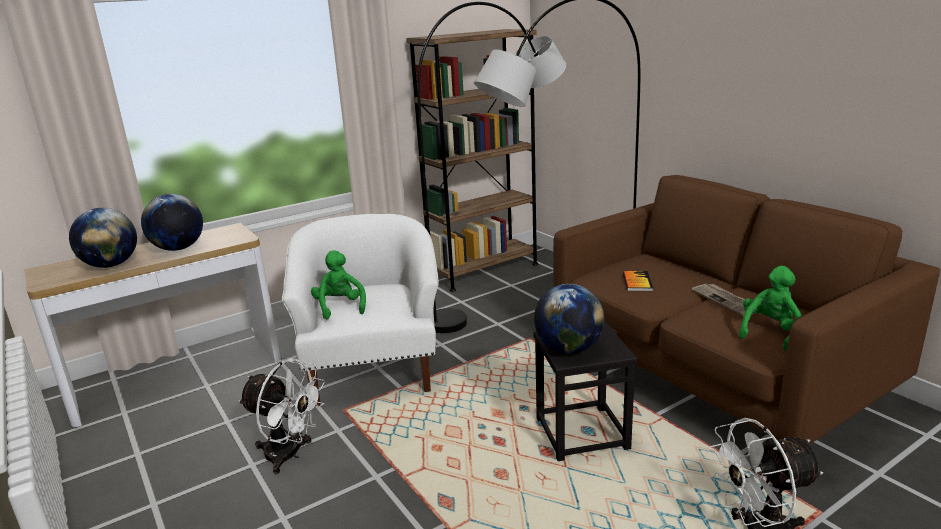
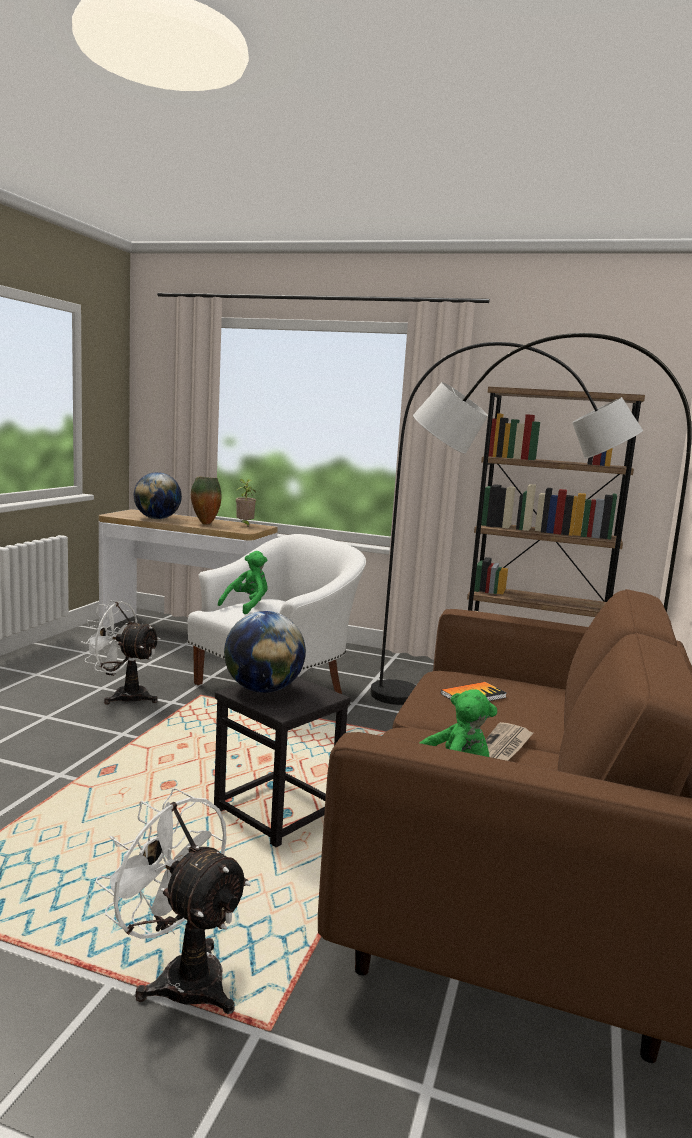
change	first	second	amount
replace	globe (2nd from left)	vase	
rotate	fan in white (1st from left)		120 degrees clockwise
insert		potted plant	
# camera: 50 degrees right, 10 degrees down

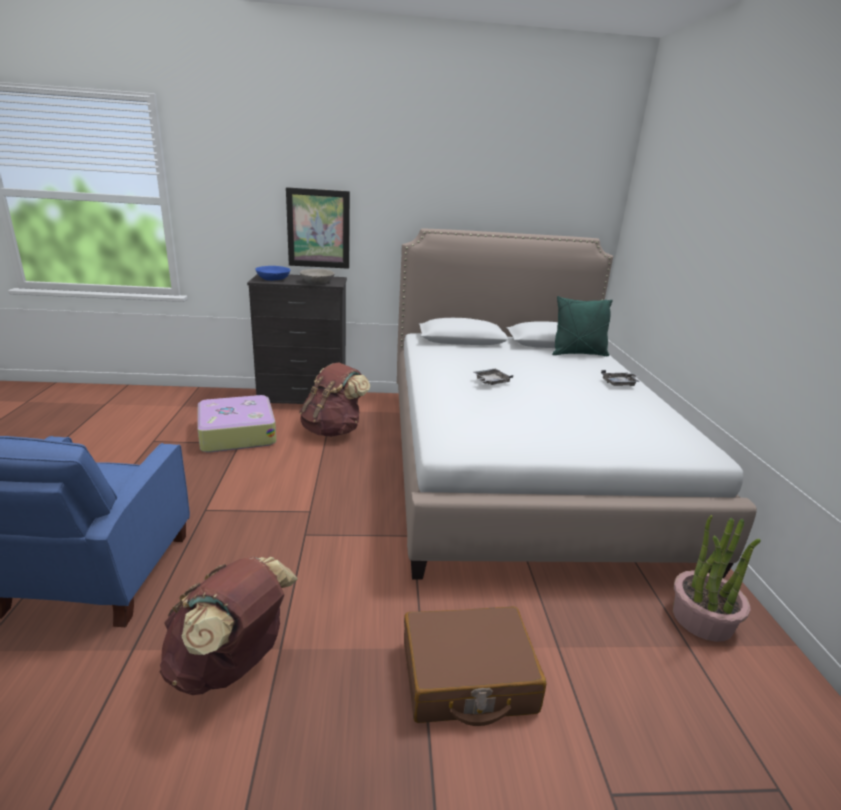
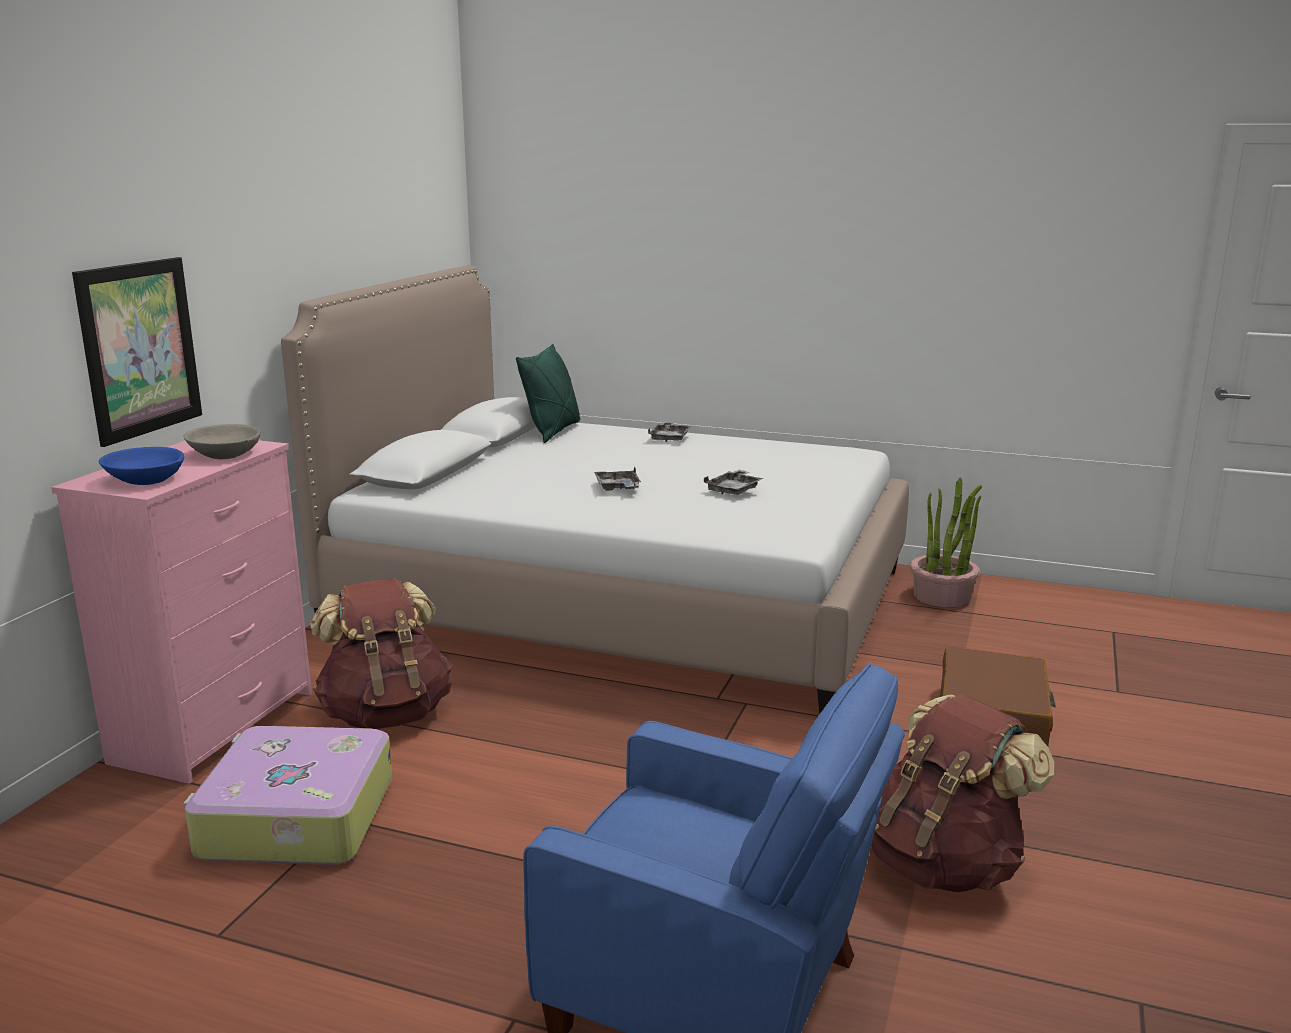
change	first	second	amount
recolor	dresser in black	dresser in pink	
insert		tray in grey (3rd from left)	
# camera: 65 degrees left, 5 degrees down

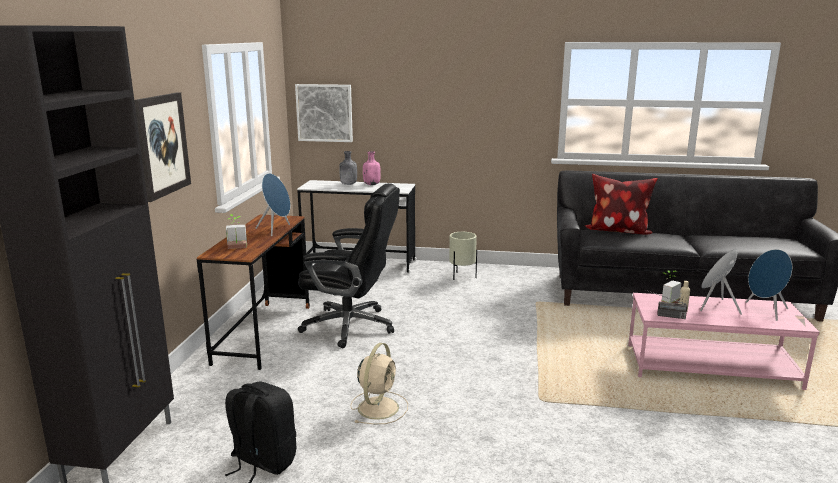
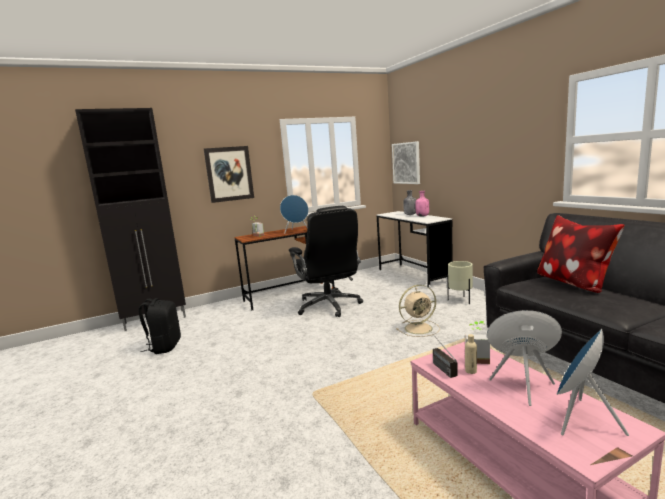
change	first	second	amount
move	fan in beige		
# camera: 55 degrees right, 5 degrees down

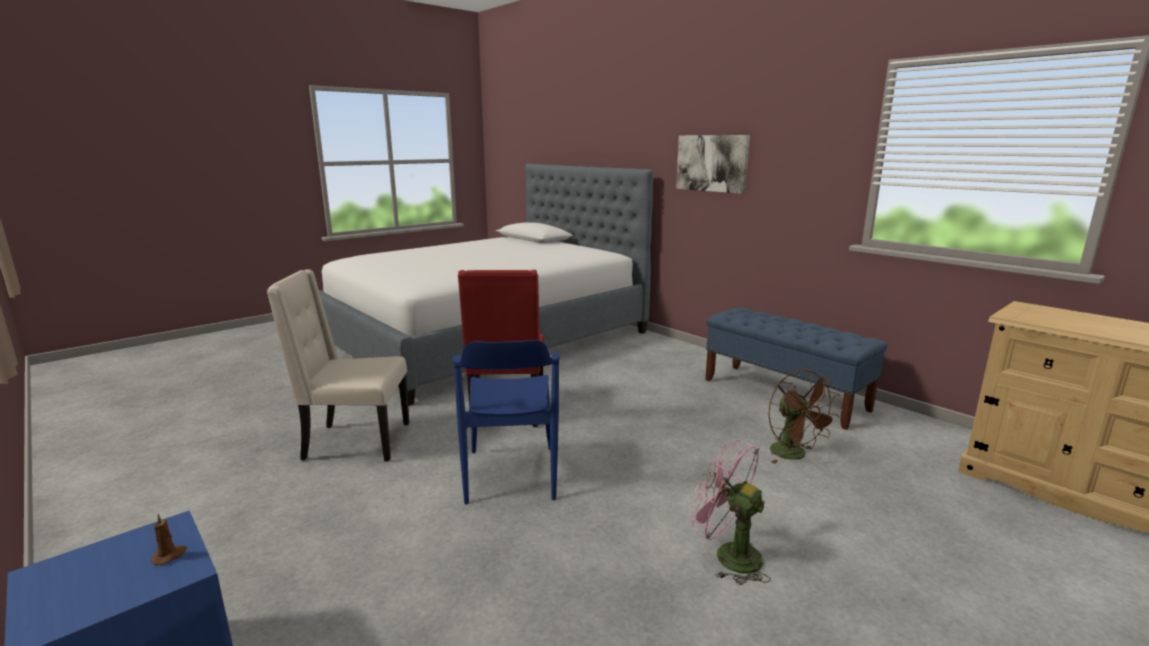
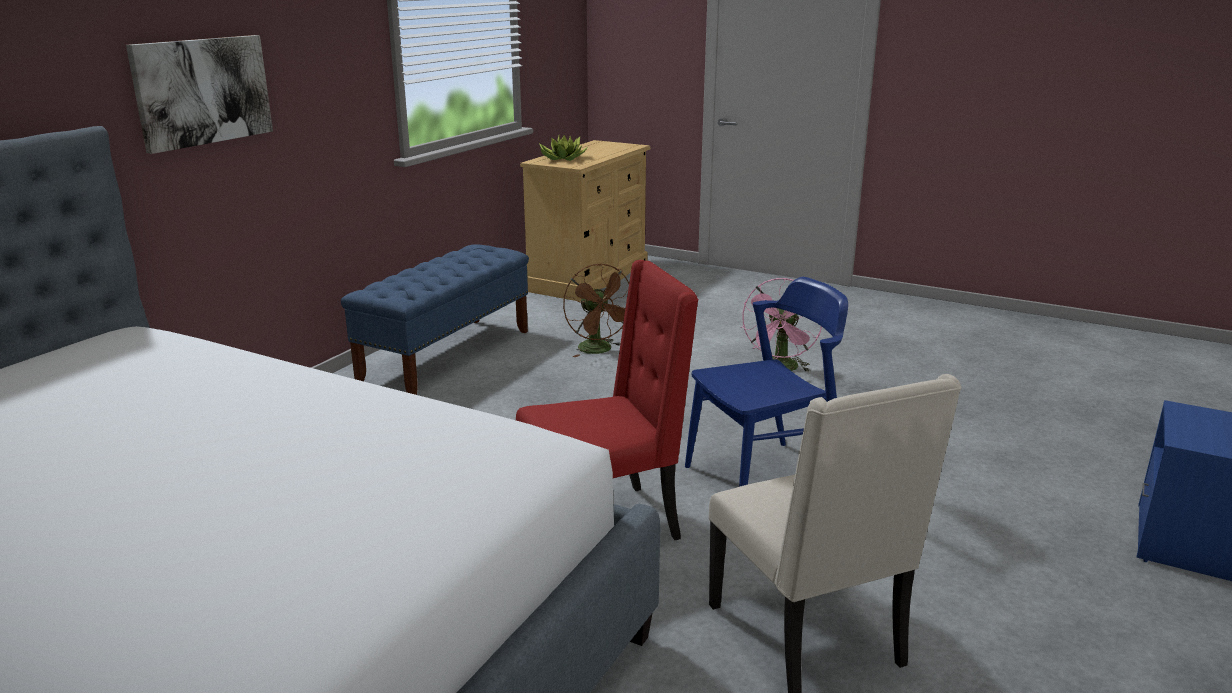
change	first	second	amount
delete	candle in brown		
rotate	fan in brown		105 degrees clockwise
insert		potted plant	
# camera: 110 degrees left, 5 degrees up

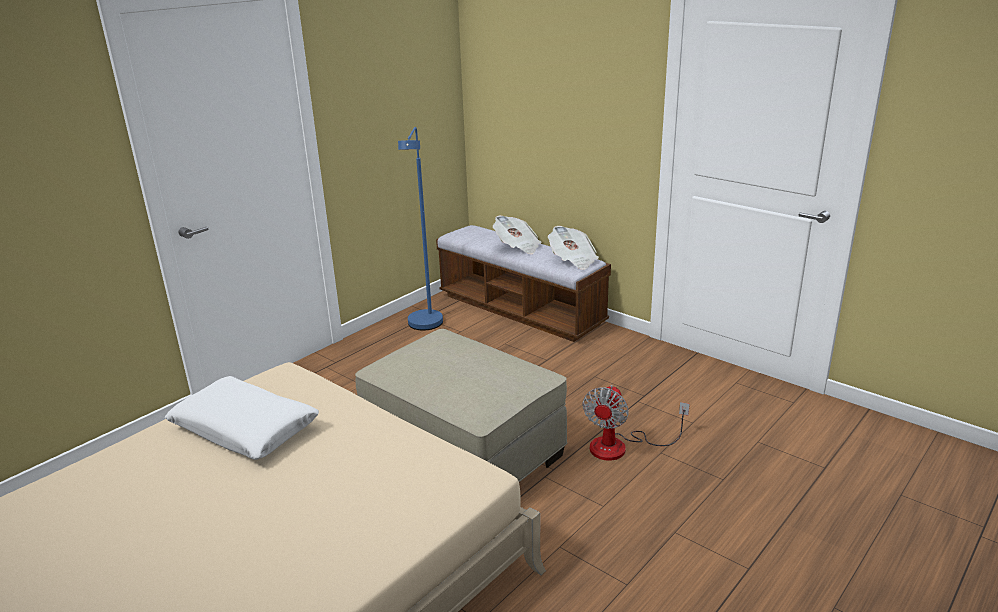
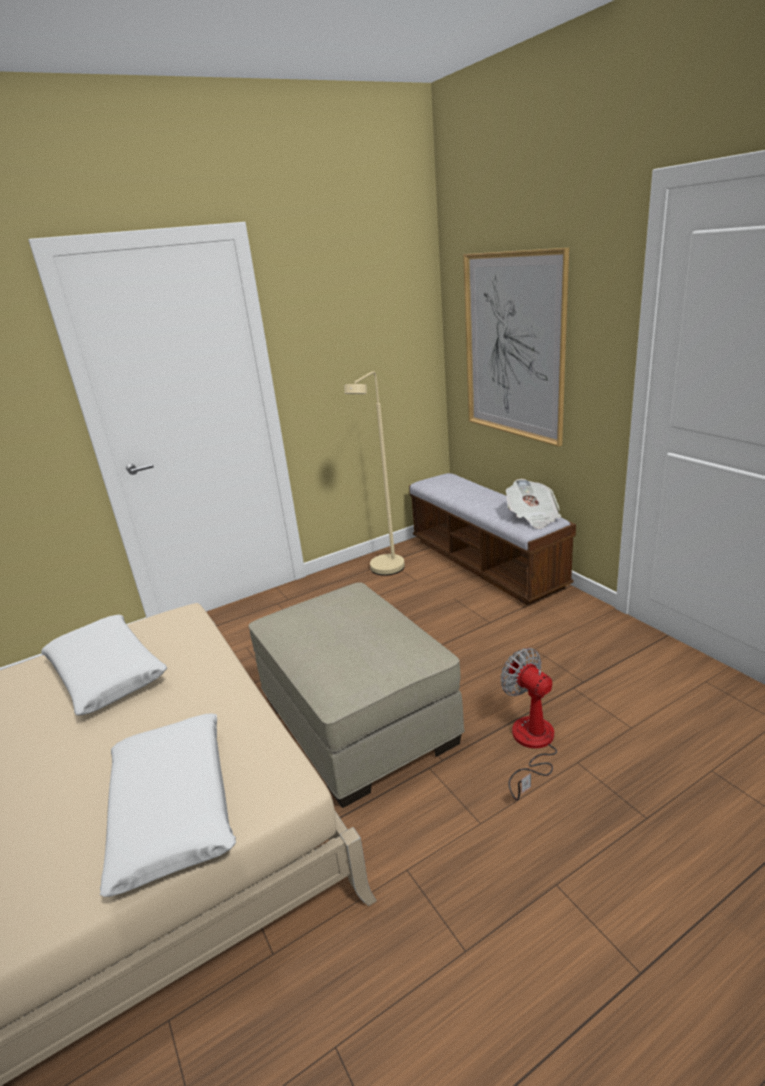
change	first	second	amount
recolor	floor lamp in blue	floor lamp in beige	
delete	newspaper (1st from left)		
rotate	fan		105 degrees clockwise
insert		pillow in white (2nd from left)	
insert		picture	
# camera: 20 degrees right, 0 degrees up

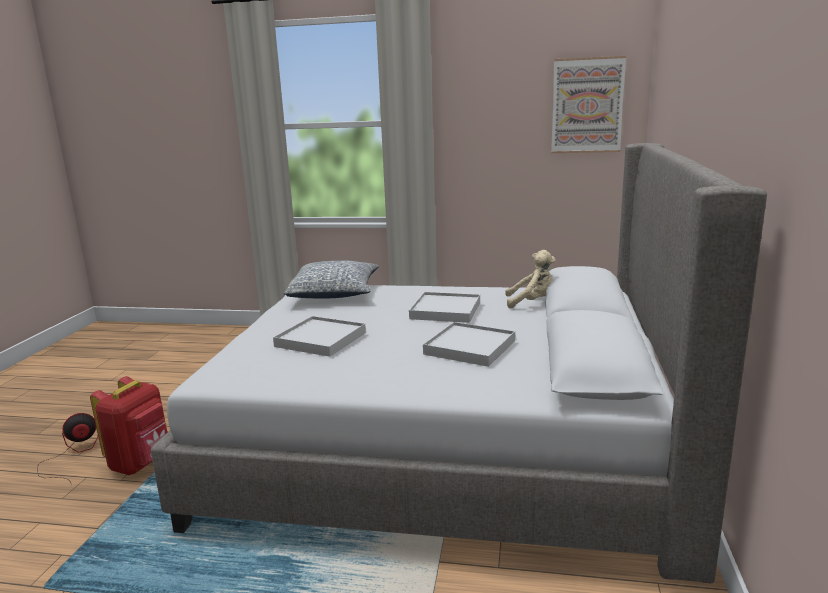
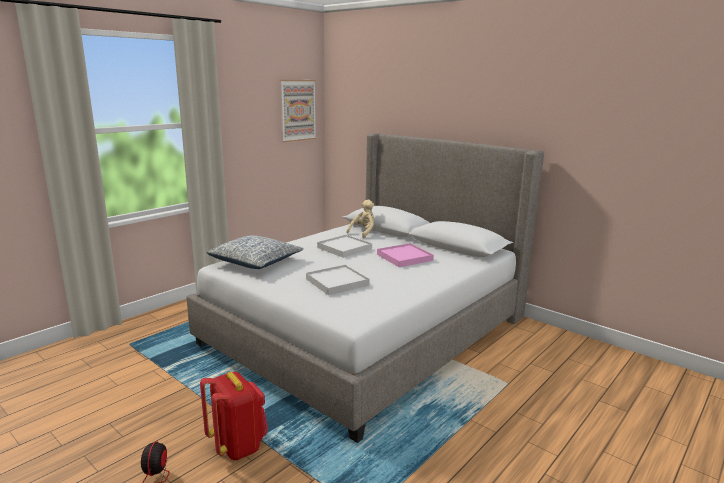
change	first	second	amount
recolor	tray in white (3rd from left)	tray in pink	
# camera: 60 degrees left, 0 degrees up

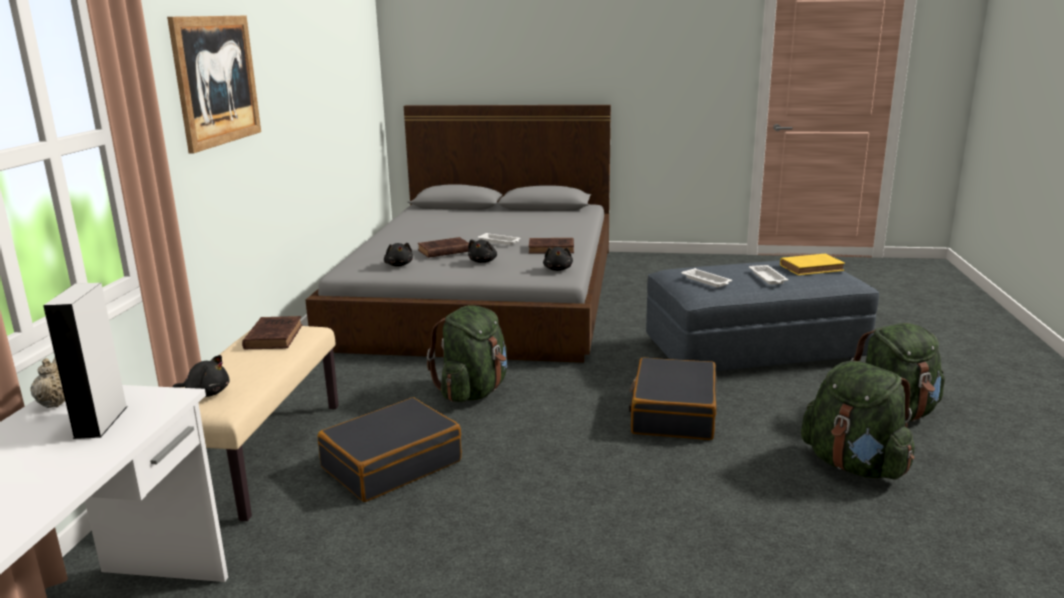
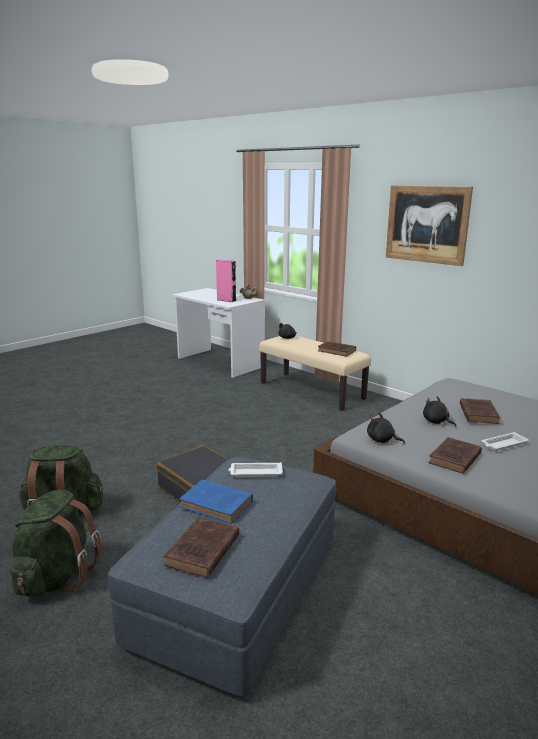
change	first	second	amount
recolor	speaker in grey	speaker in pink	
delete	suitcase in black (1st from left)		
delete	plush toy in black (2nd from left)		
delete	backpack in green (1st from left)		
replace	tray in white (3rd from left)	book in blue	
recolor	book in yellow	book in brown (1st from left)	
# camera: 125 degrees right, 0 degrees up

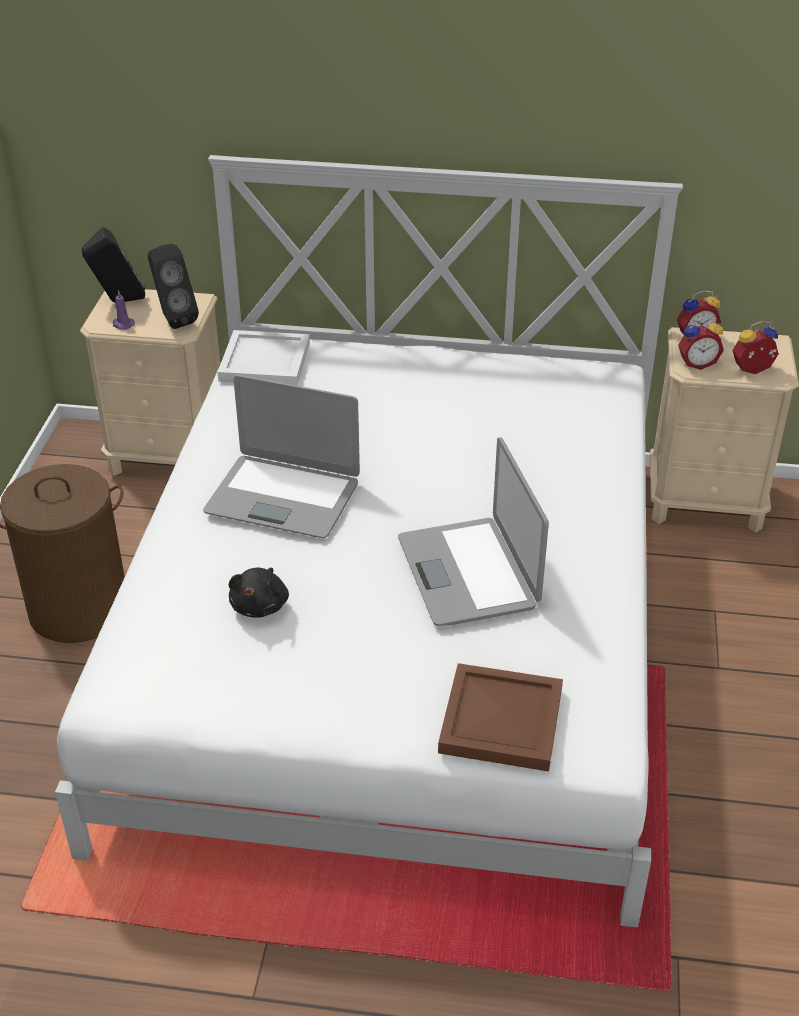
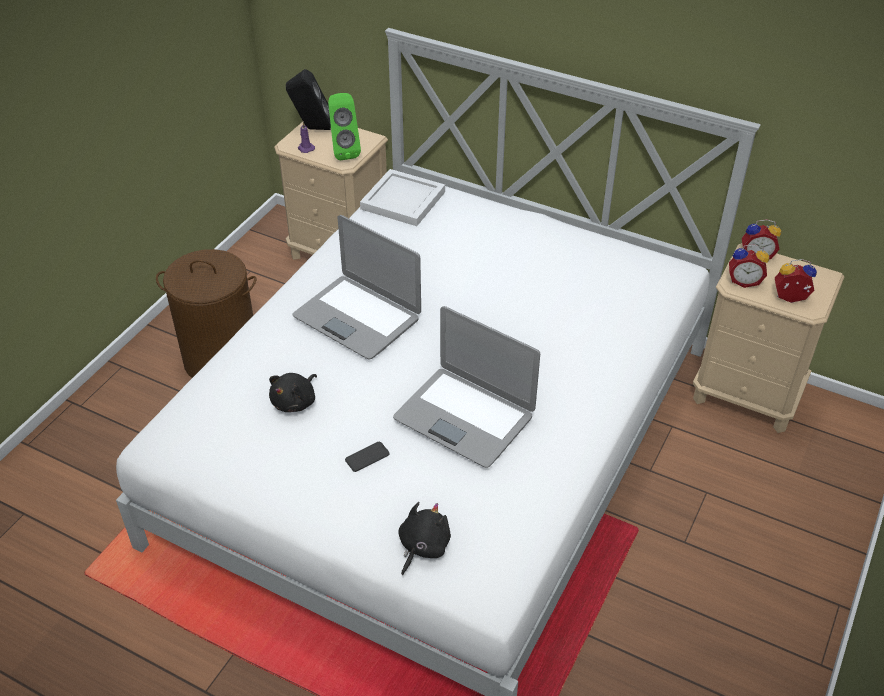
change	first	second	amount
recolor	speaker in black (2nd from left)	speaker in green	
rotate	laptop (2nd from left)		60 degrees counterclockwise
replace	tray in brown	plush toy in black (2nd from left)	
insert		phone	
# camera: 20 degrees right, 5 degrees up

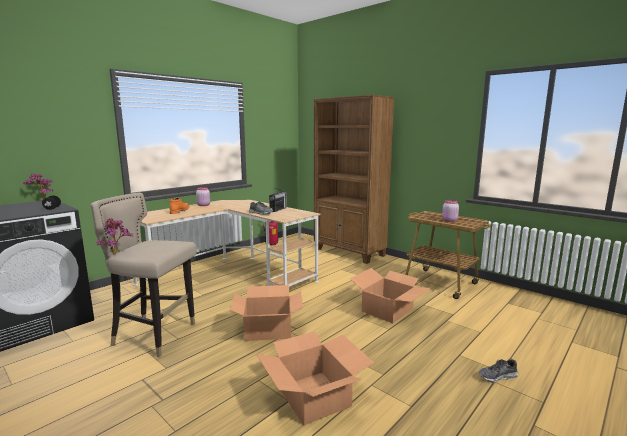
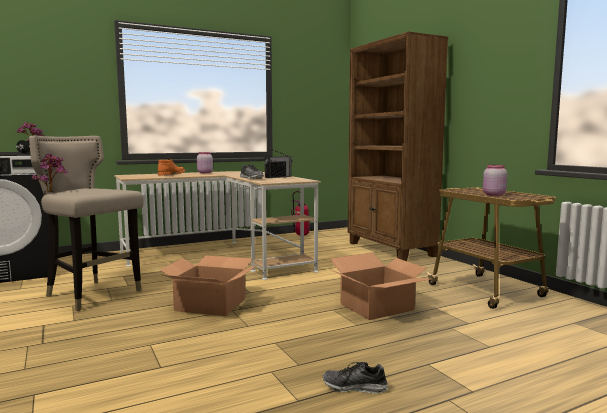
change	first	second	amount
delete	cardboard box (2nd from left)		
move	shoe (2nd from left)		
# camera: 20 degrees right, 5 degrees down

